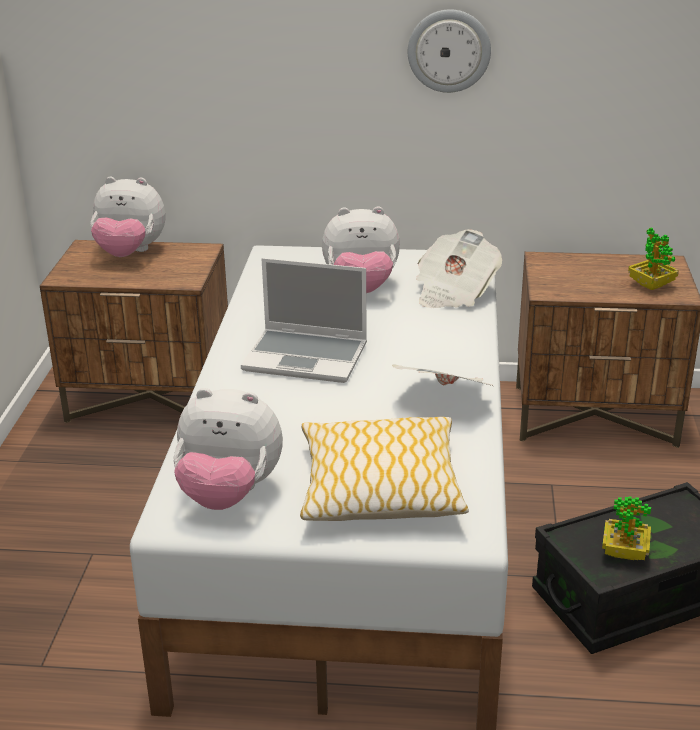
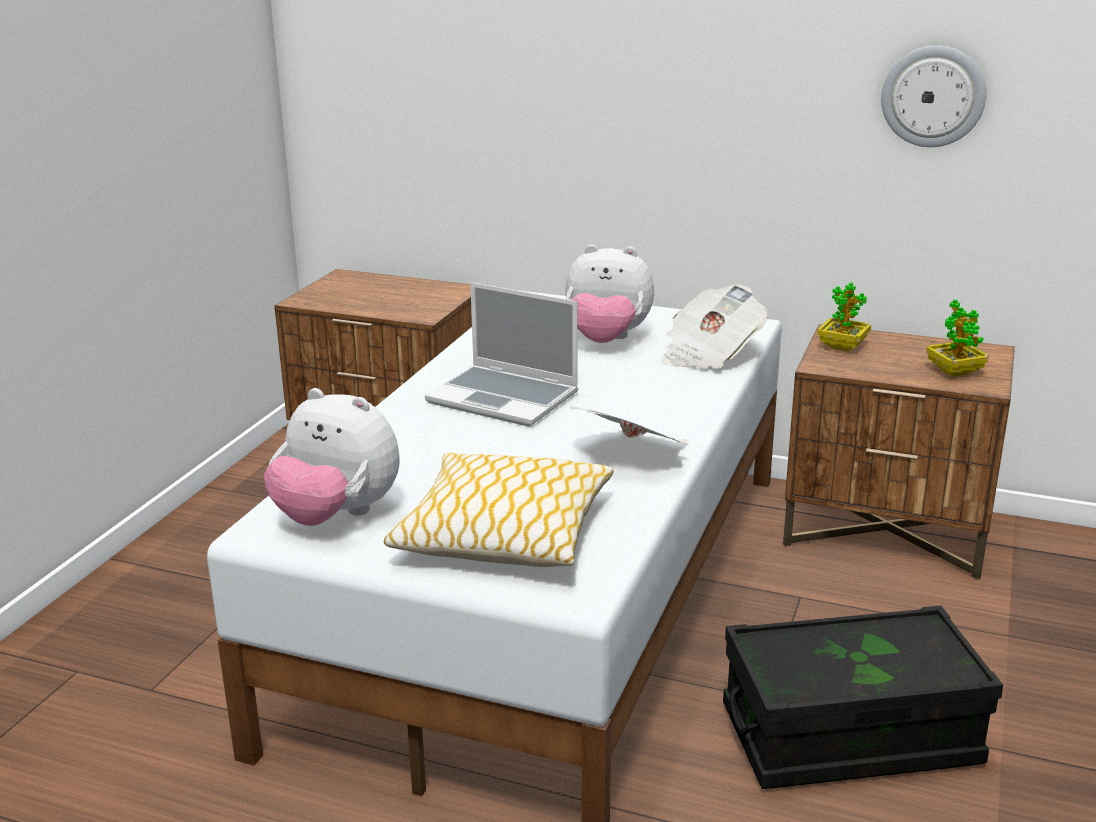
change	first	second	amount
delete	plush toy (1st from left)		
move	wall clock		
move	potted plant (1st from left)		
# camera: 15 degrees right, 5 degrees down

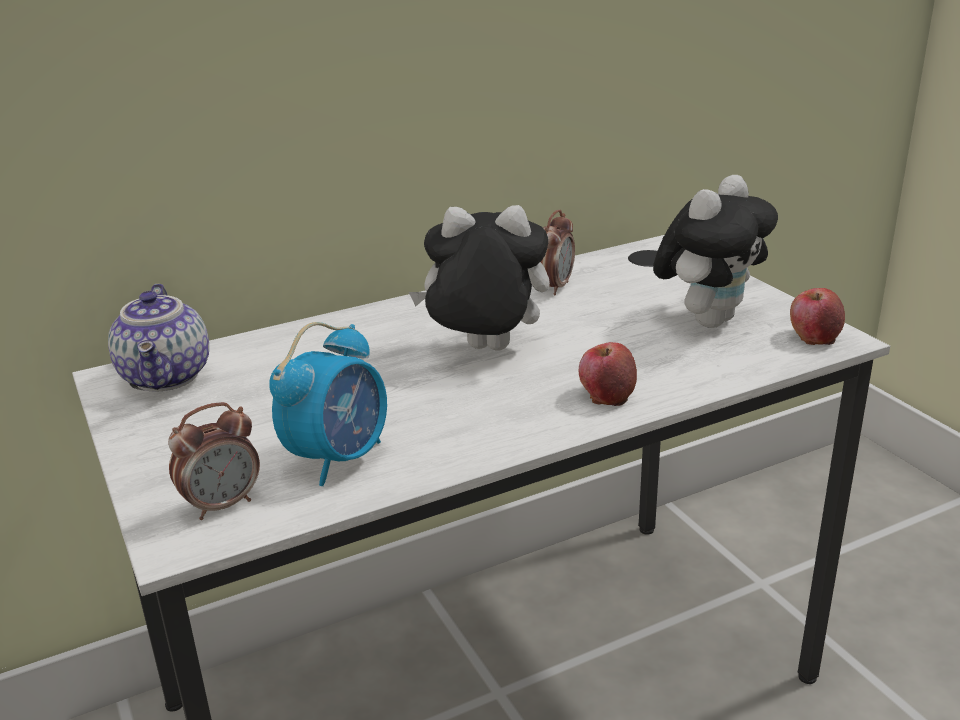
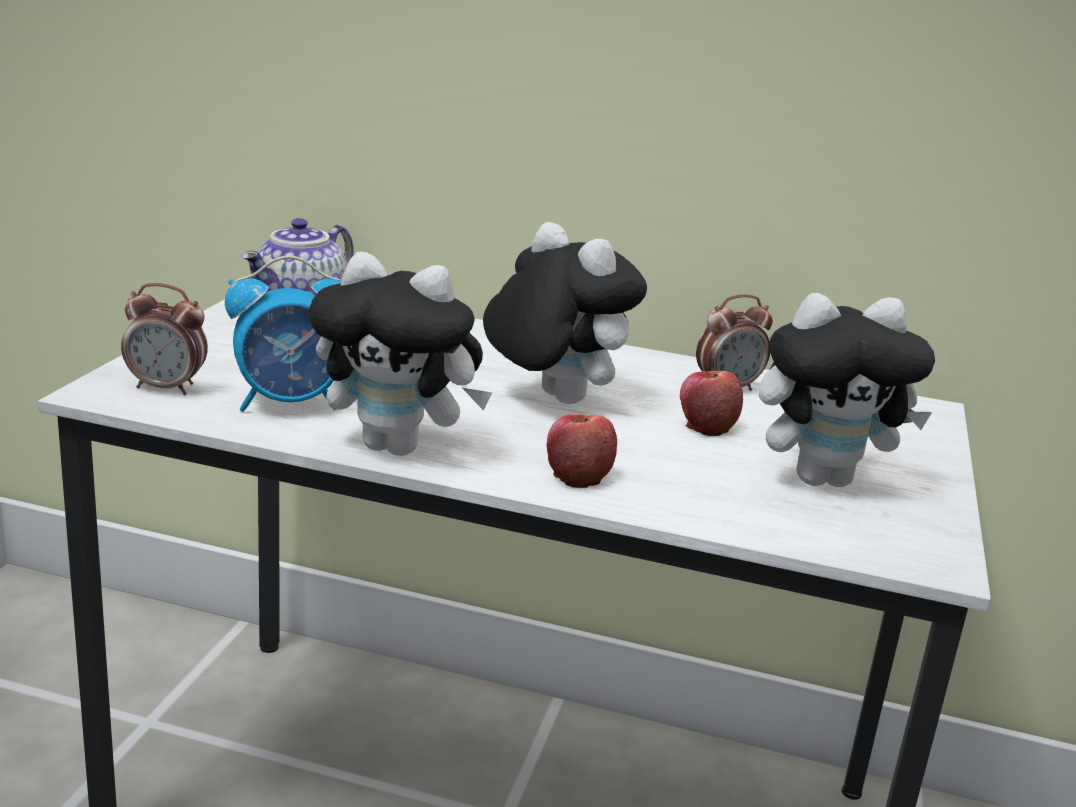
change	first	second	amount
move	apple (2nd from left)		
insert		plush toy (1st from left)	
# camera: 40 degrees right, 5 degrees down

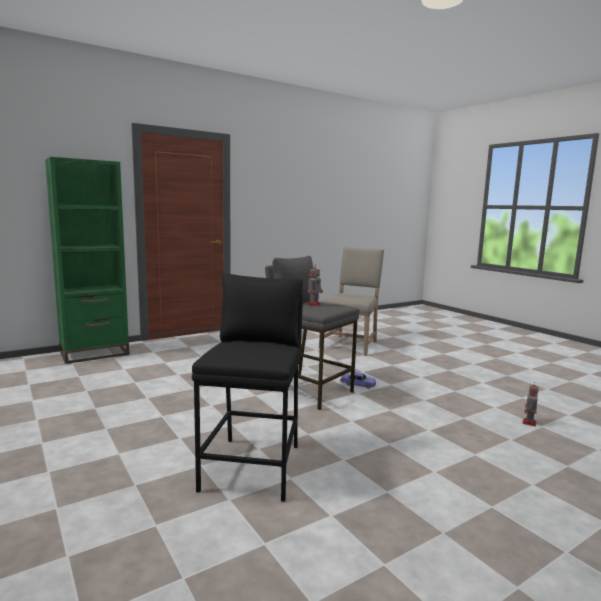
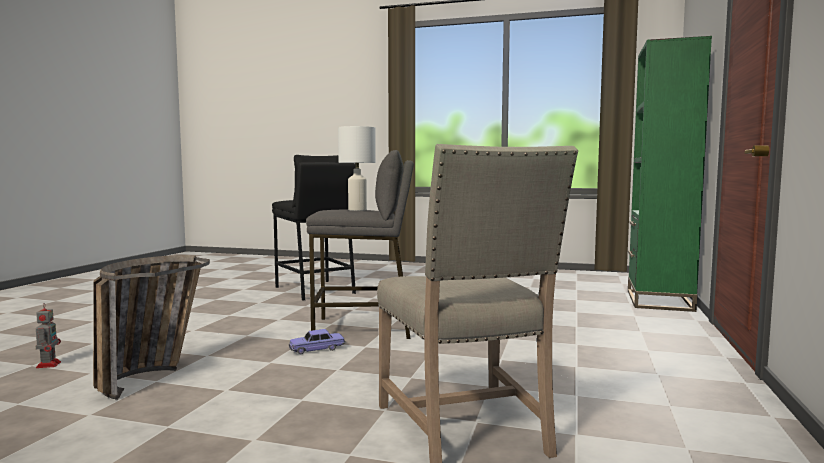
change	first	second	amount
replace	toy robot (1st from left)	table lamp in white	
insert		basket	
# camera: 140 degrees right, 5 degrees down

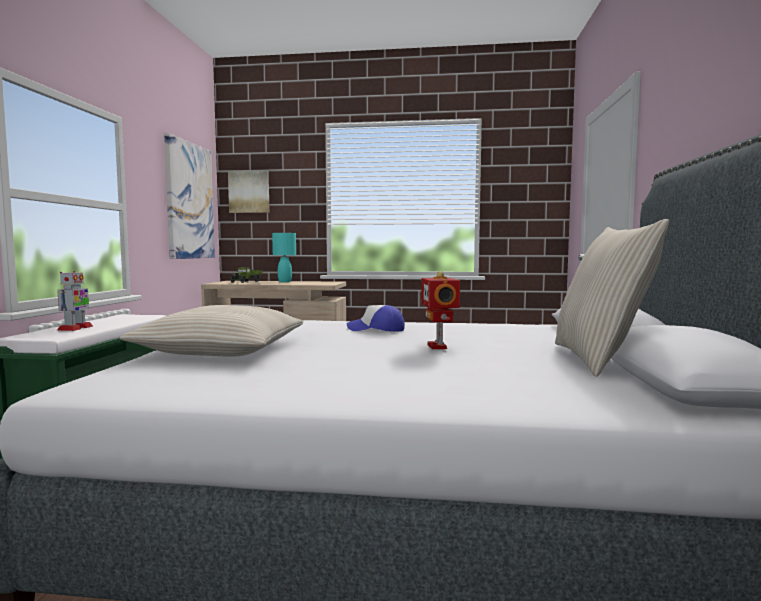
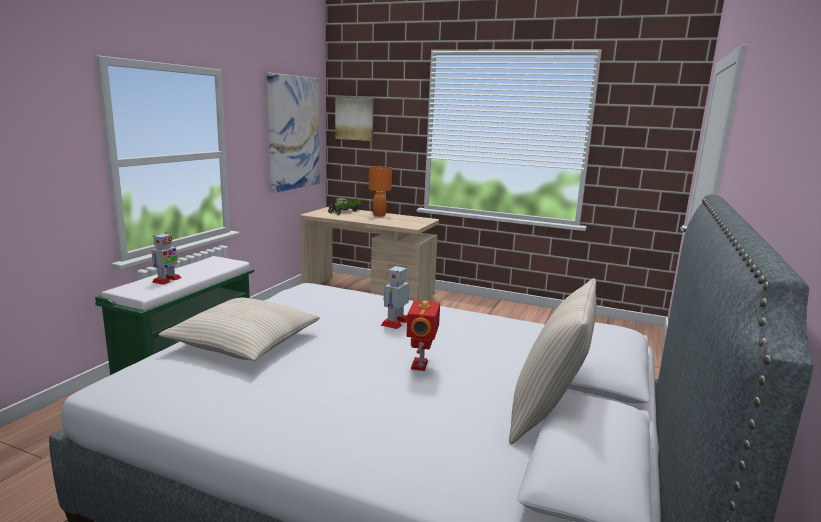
change	first	second	amount
recolor	table lamp in turquoise	table lamp in orange	
replace	cap	toy robot (2nd from left)	
# camera: 15 degrees right, 10 degrees up

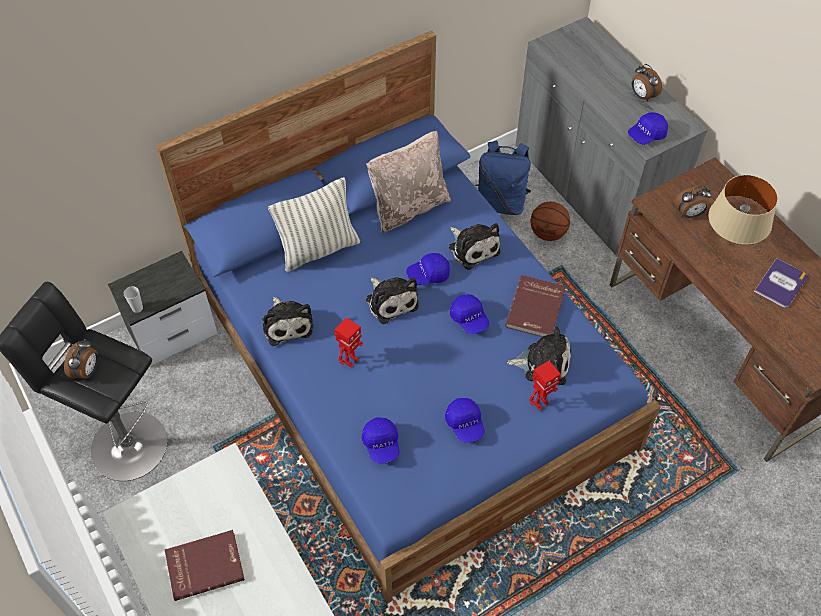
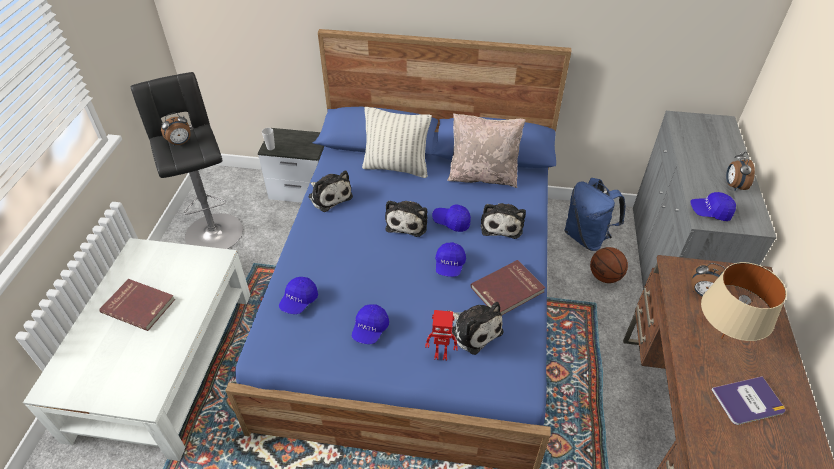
change	first	second	amount
rotate	plush toy (1st from left)		60 degrees counterclockwise
delete	toy robot (1st from left)		
# camera: 40 degrees right, 10 degrees down

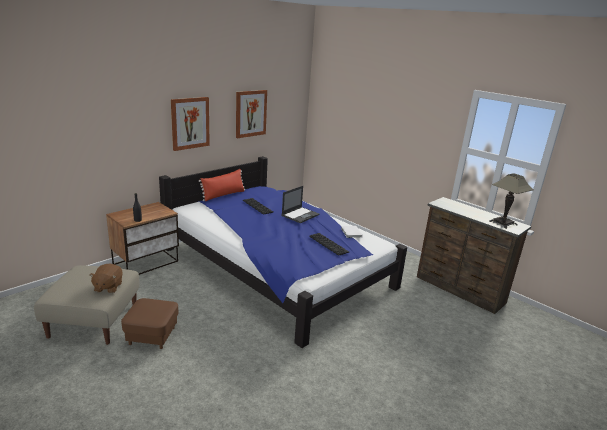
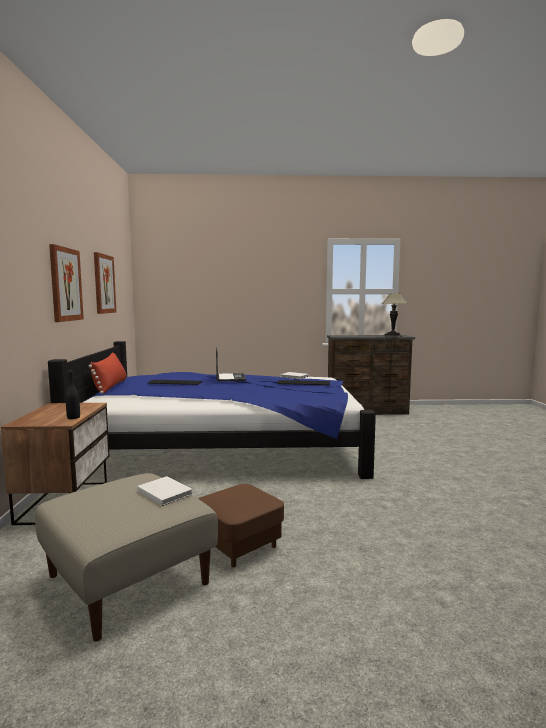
change	first	second	amount
replace	plush toy in brown	book in white (1st from left)	
# camera: 45 degrees left, 15 degrees down

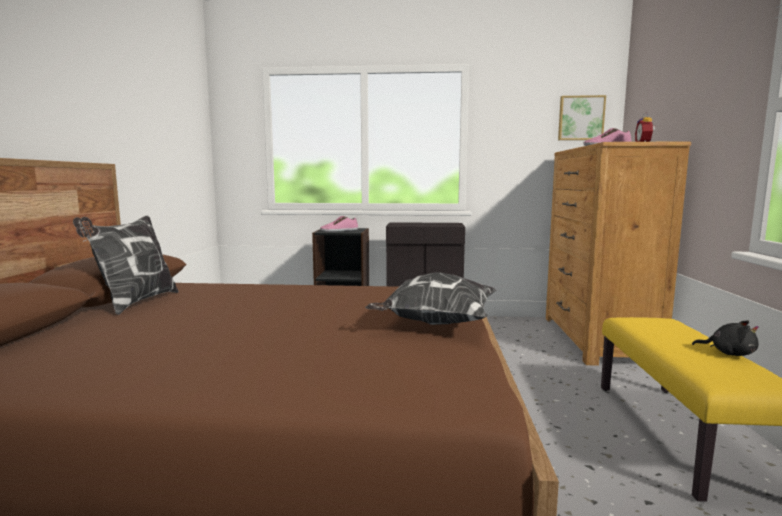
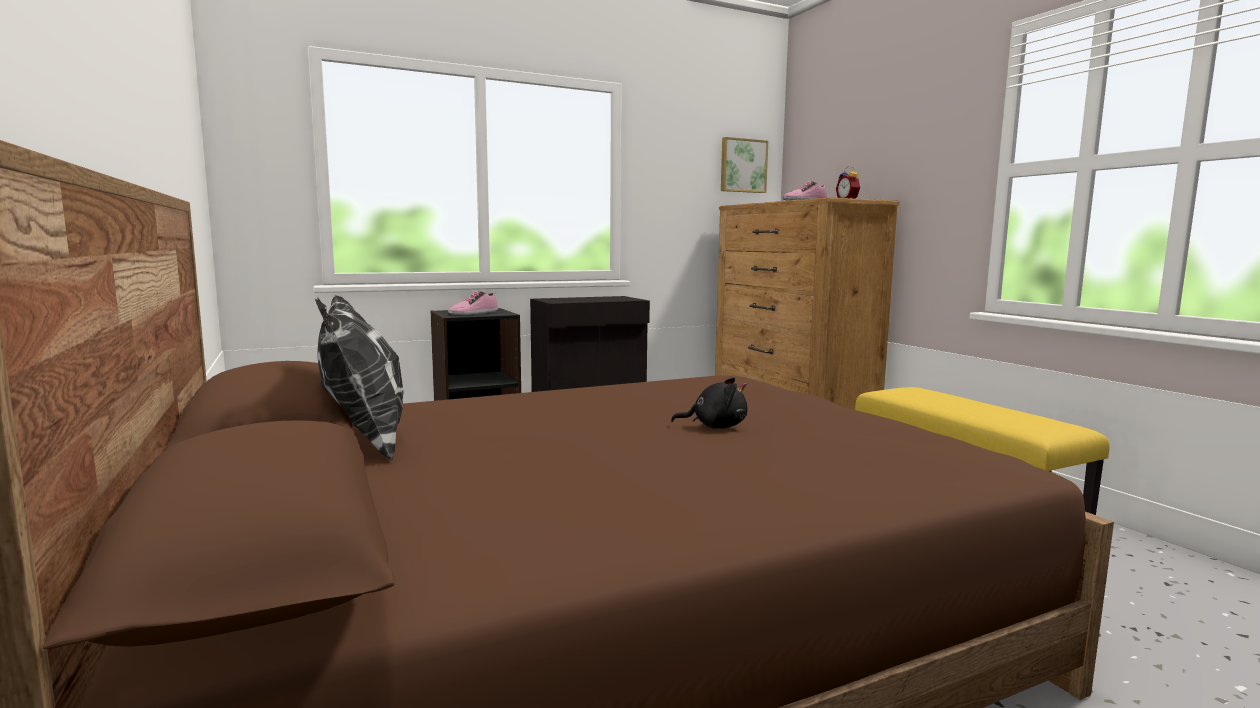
change	first	second	amount
delete	pillow (2nd from left)		
move	plush toy in black		
# camera: 30 degrees left, 0 degrees up

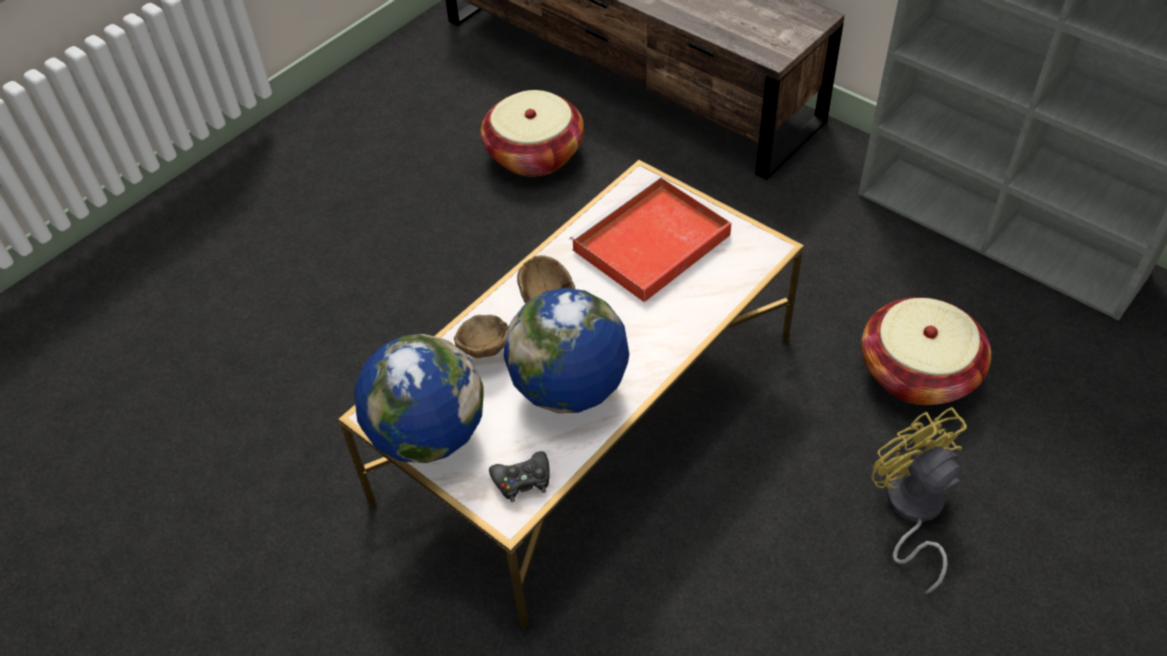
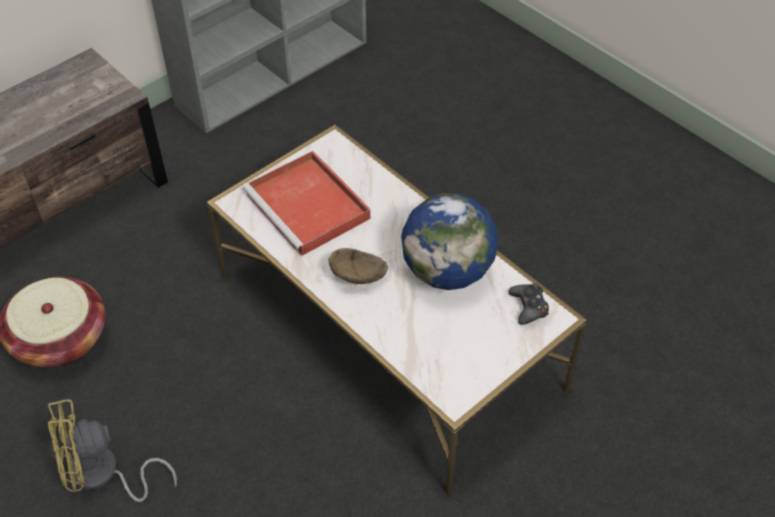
change	first	second	amount
delete	globe (1st from left)		
delete	bowl in brown (1st from left)		
delete	basket (2nd from left)		
move	fan in yellow		
# camera: 85 degrees left, 0 degrees up

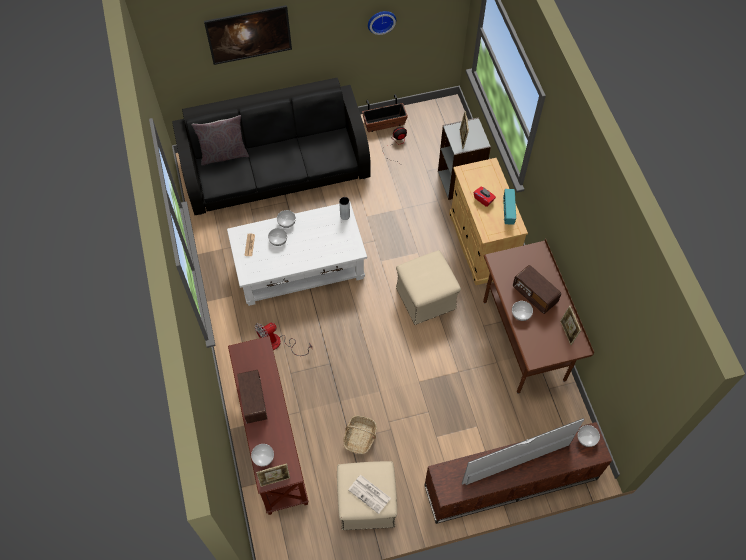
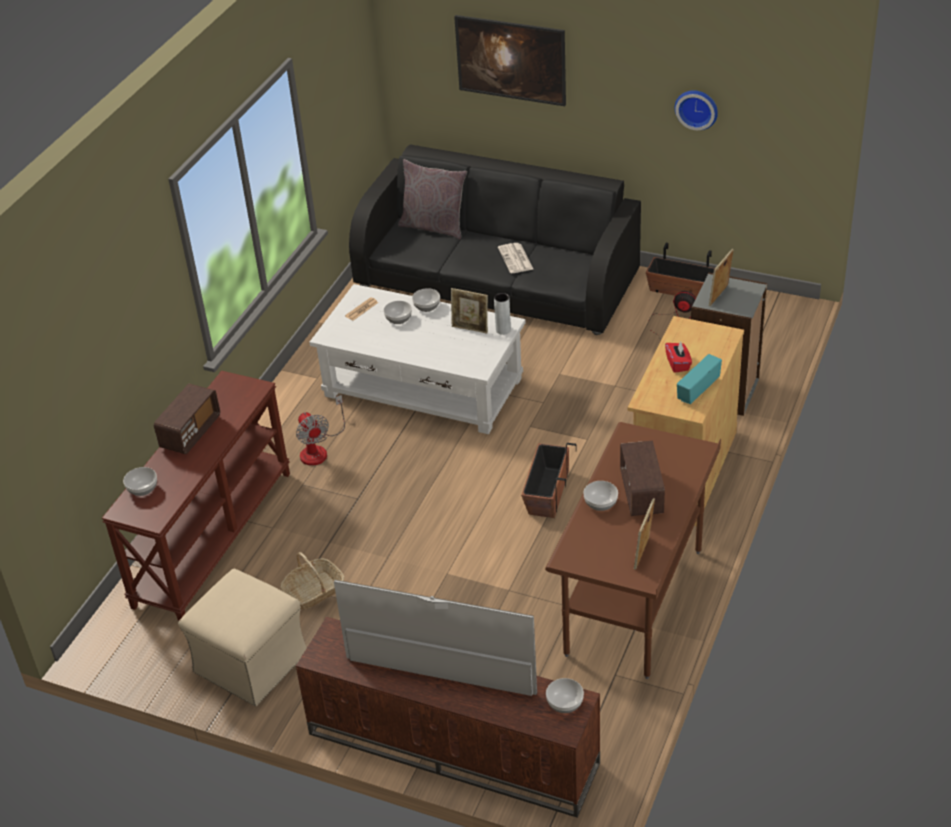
change	first	second	amount
rotate	fan (1st from left)		120 degrees counterclockwise
move	picture frame (1st from left)		
move	newspaper (2nd from left)		
replace	ottoman in beige (2nd from left)	planter (1st from left)	
# camera: 40 degrees right, 20 degrees down

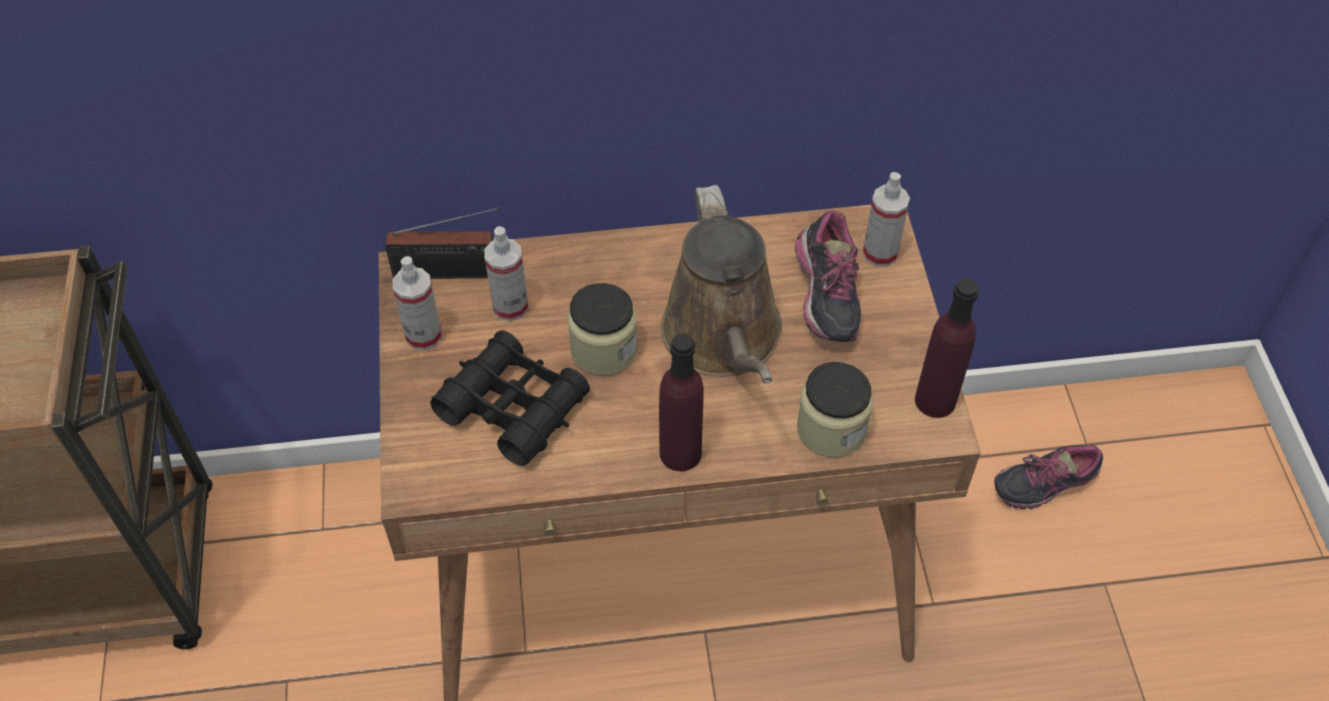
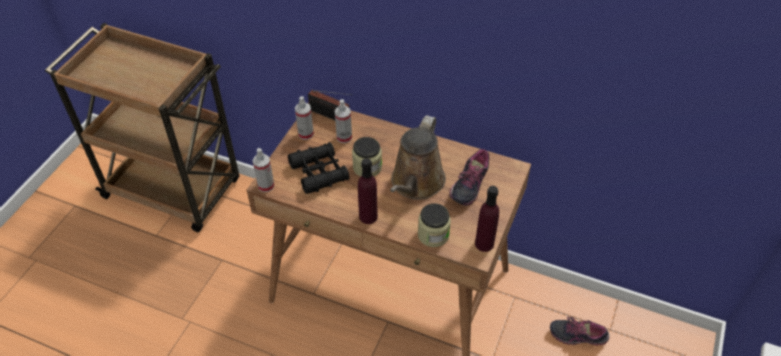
change	first	second	amount
move	spray bottle (3rd from left in the first image)	spray bottle (1st from left)	
# camera: 30 degrees right, 5 degrees down

